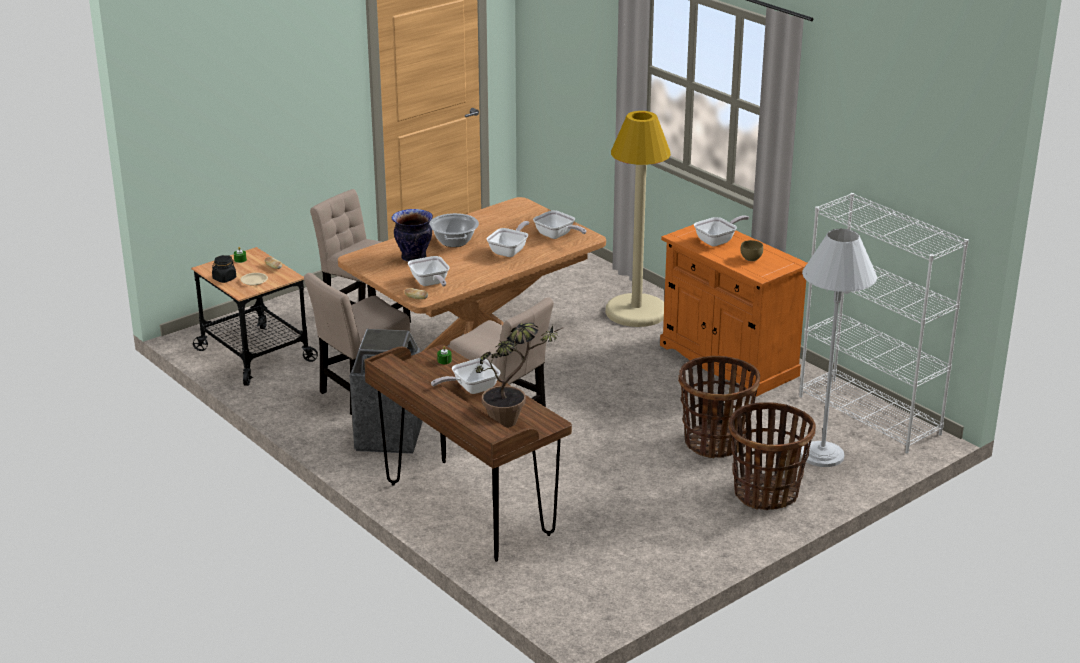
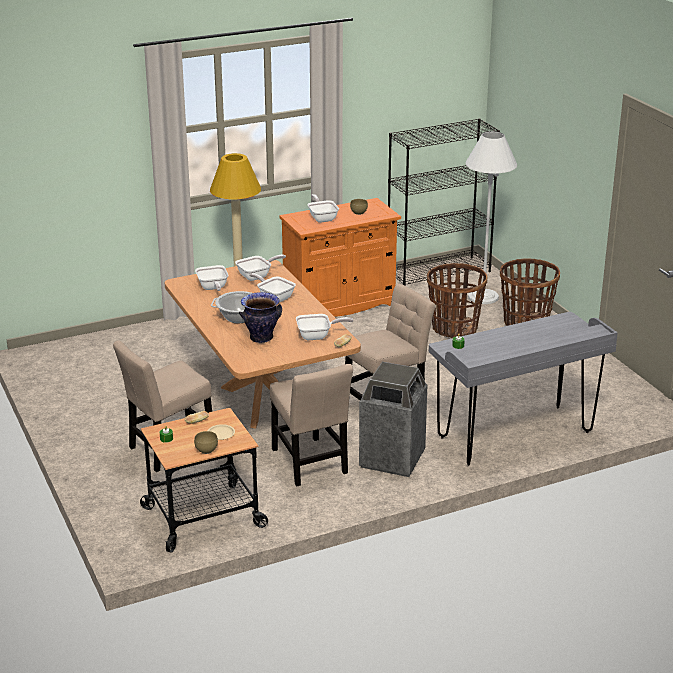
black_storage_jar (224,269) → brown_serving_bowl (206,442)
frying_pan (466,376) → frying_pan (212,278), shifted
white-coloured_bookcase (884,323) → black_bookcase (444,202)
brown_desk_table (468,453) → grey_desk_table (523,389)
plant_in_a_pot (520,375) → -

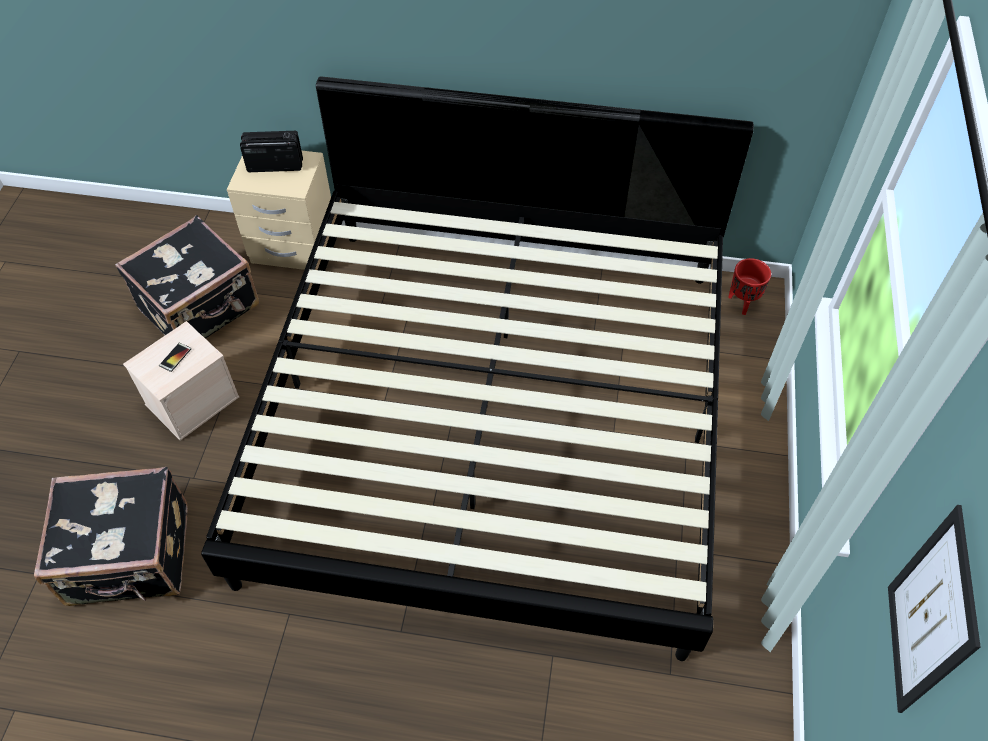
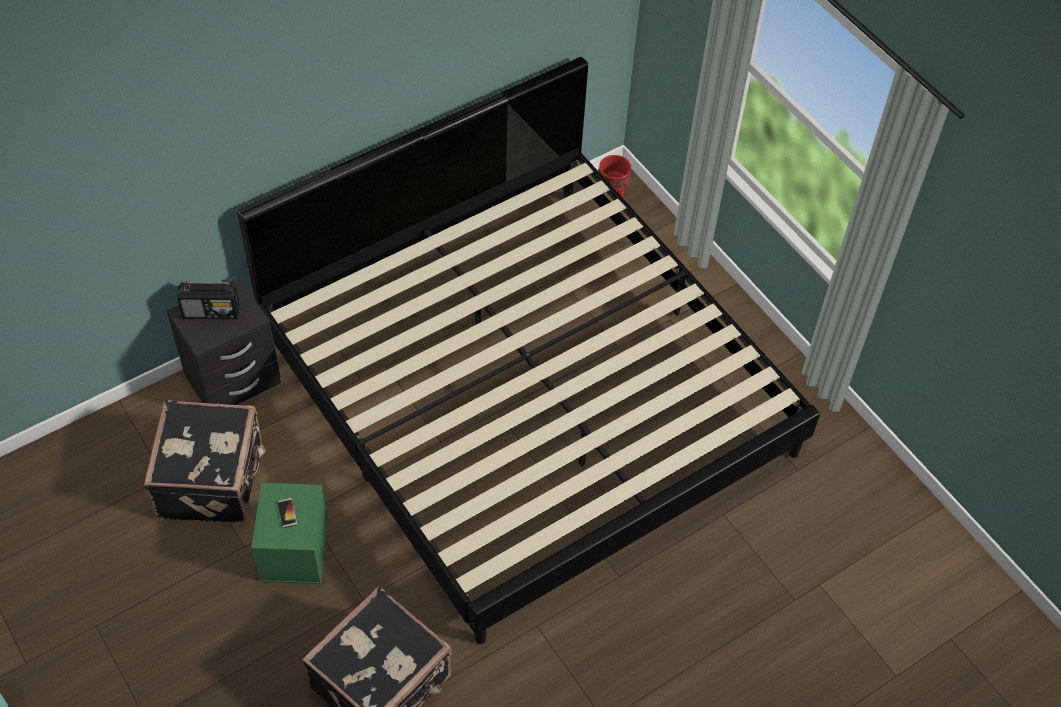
beige-coloured_bedside_table (279,210) → black_bedside_table (223,341)
radio_receiver (271,151) → radio_receiver (208,300), 135 degrees counterclockwise
beige-coloured_storage_bin (181,381) → green_storage_bin (289,533)
wall_picture (934,609) → -

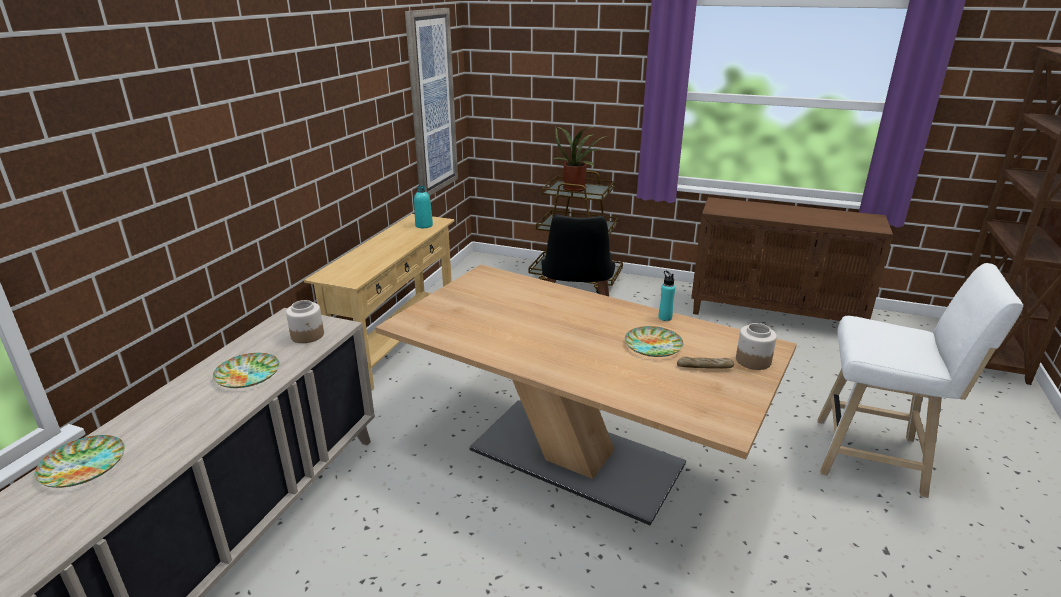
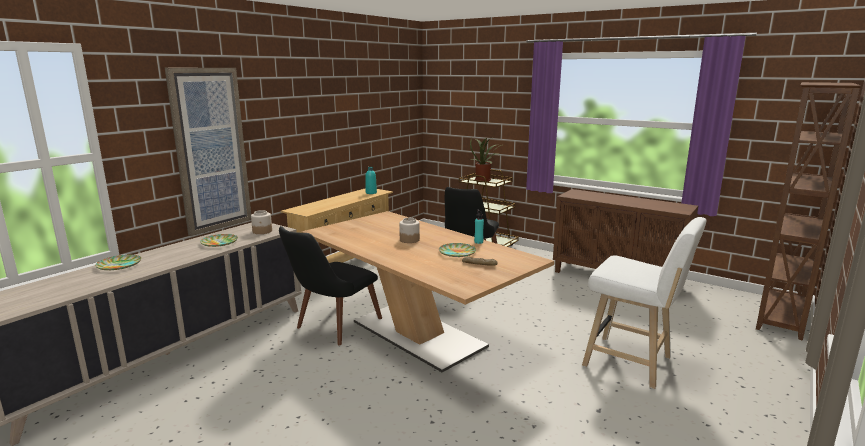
wall_picture (431,102) → wall_picture (208,152), shifted
- → black_upright_chair (330,286)
storage_jar (756,346) → storage_jar (409,230), shifted

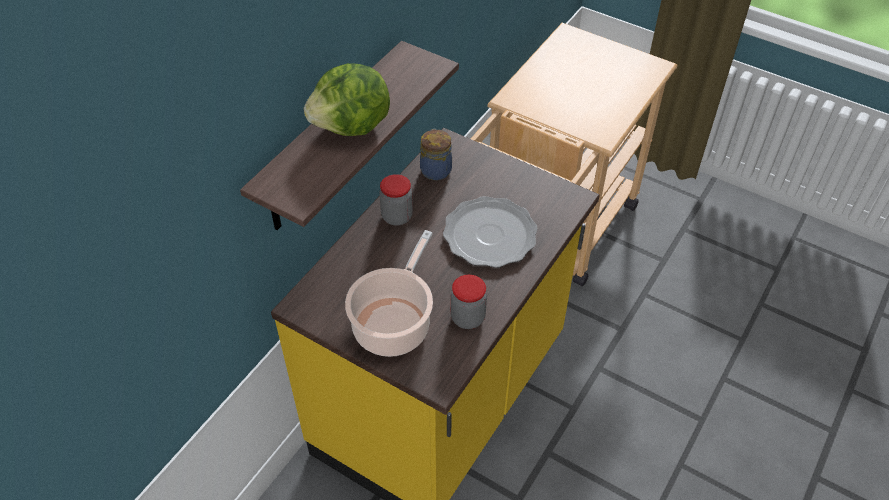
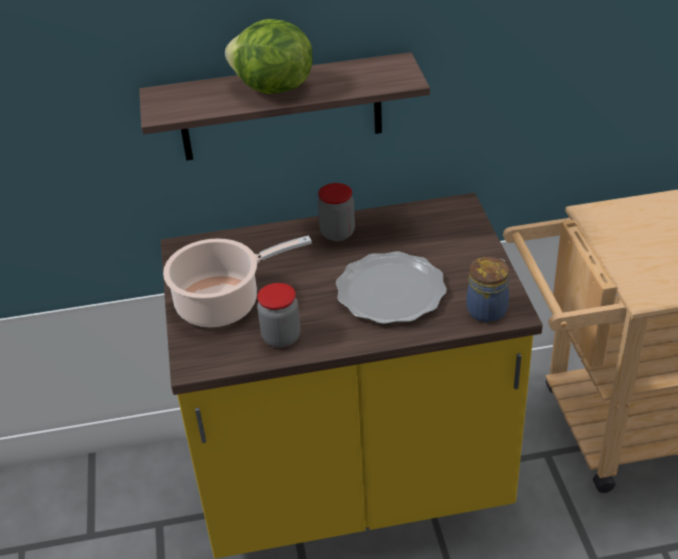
storage_jar (436,154) → storage_jar (487,290), shifted

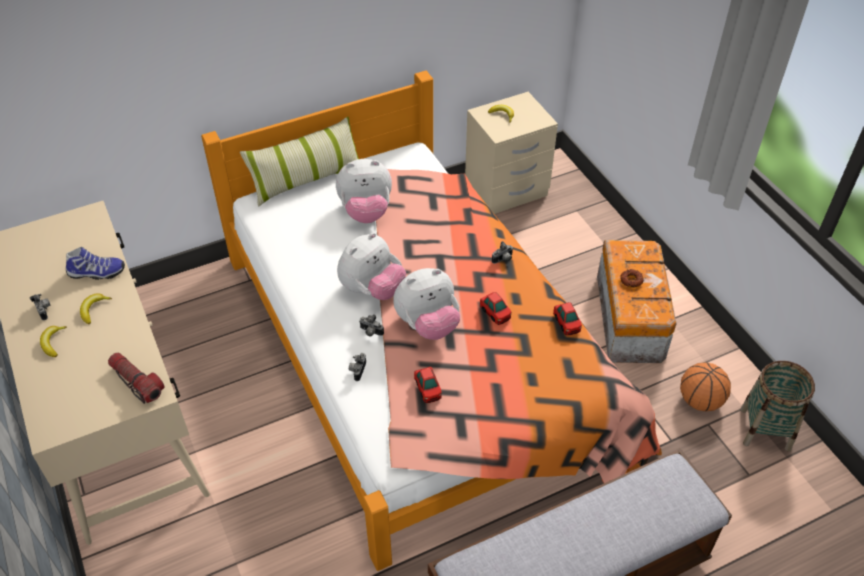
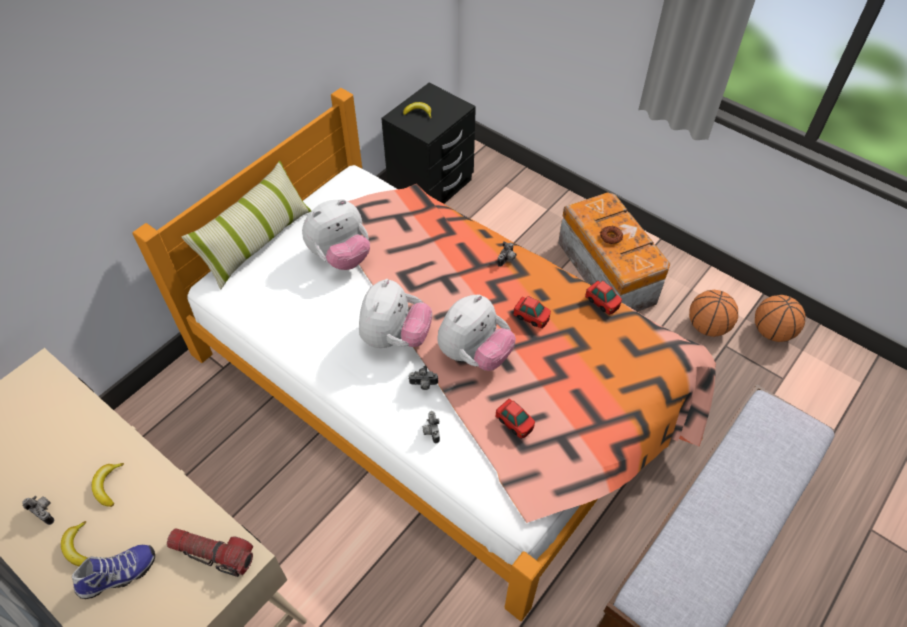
low_shoe (95,263) → low_shoe (113,572), shifted
beige-coloured_bedside_table (511,153) → black_bedside_table (428,143)
storage_basket (777,406) → basketball_ball (780,318)

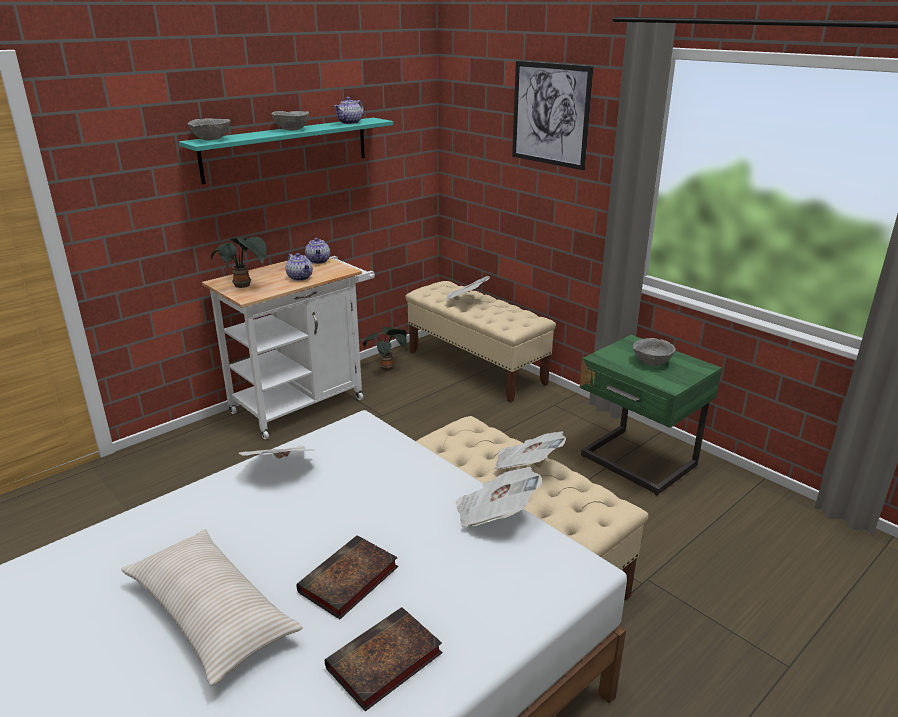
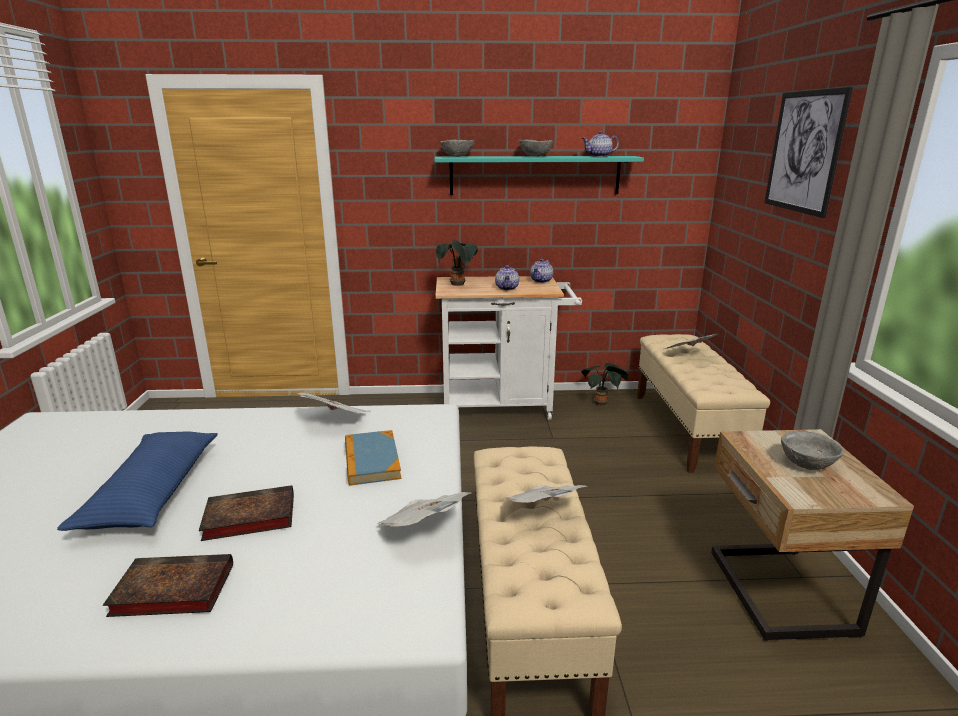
beige-coloured_throw_pillow (212,607) → blue-coloured_throw_pillow (137,481)
- → volume (373,458)
green_bedside_table (650,415) → beige-coloured_bedside_table (812,535)

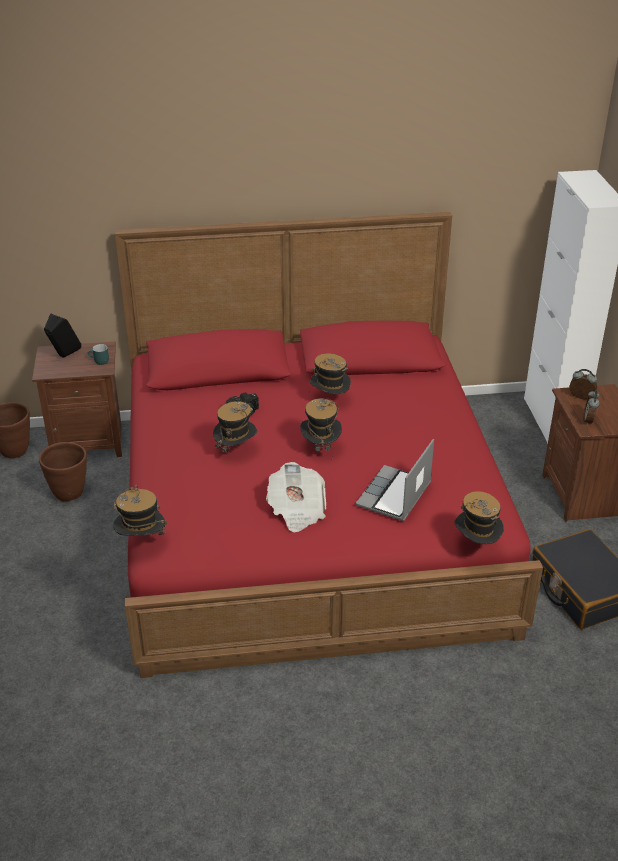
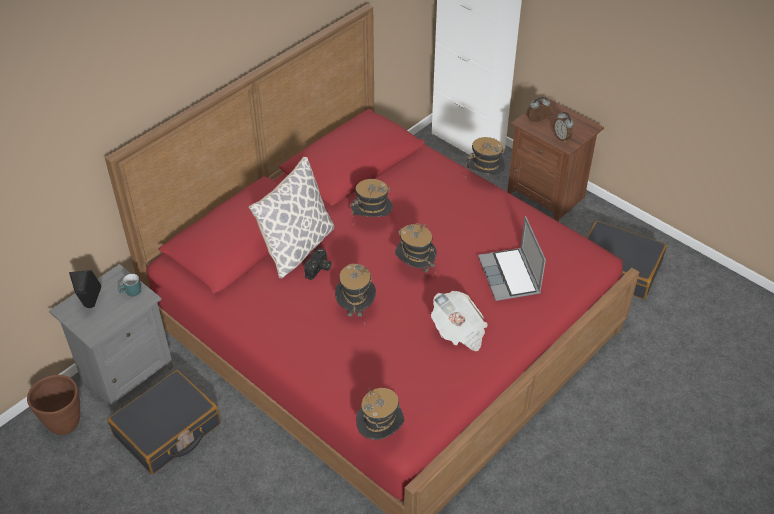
brown_bedside_table (77,399) → grey_bedside_table (111,338)
brown_flower_pot (63,471) → black_piece_of_luggage (164,422)
- → throw_pillow (291,217)
clothing_hat (479,517) → clothing_hat (485,157), shifted

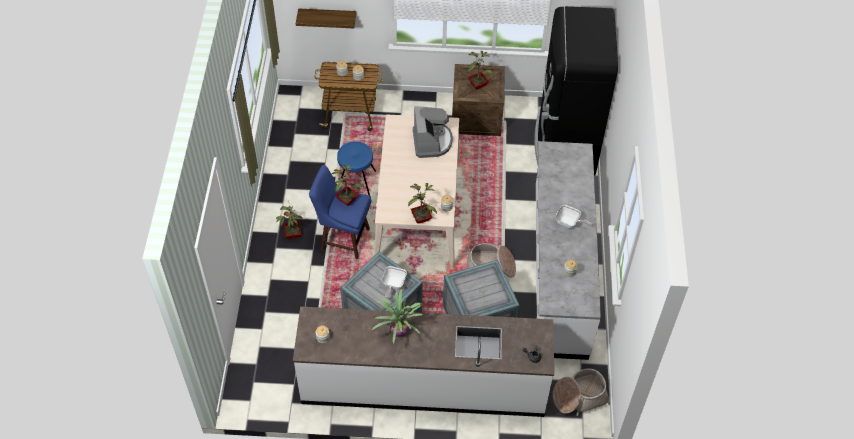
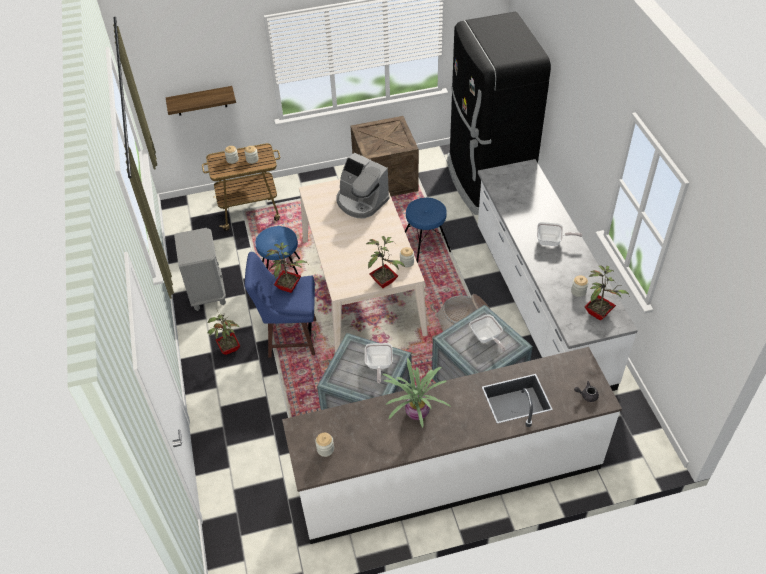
- → grey_bedside_table (200,269)
coffee_machine (433,132) → coffee_machine (363,185), 150 degrees clockwise
- → blue-coloured_stool_seat (428,230)
- → frying_pan (487,333)
plant_in_a_pot (480,70) → plant_in_a_pot (607,293), shifted
storage_basket (581,392) → -

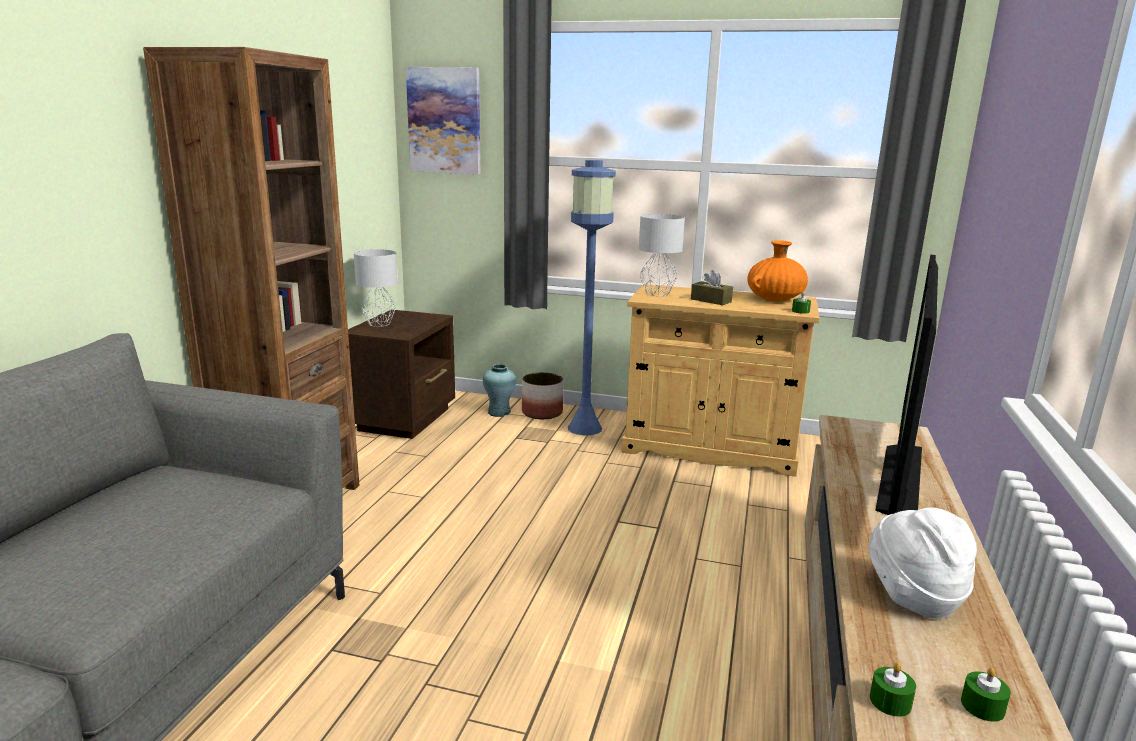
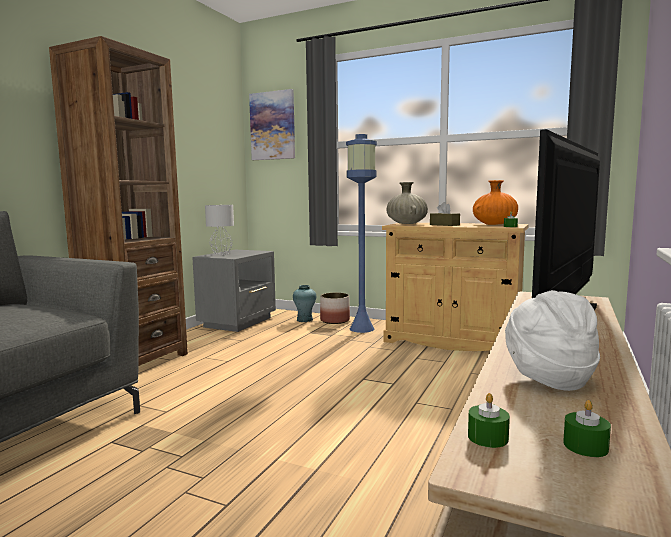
brown_bedside_table (401,374) → grey_bedside_table (234,291)
grey_lamp_for_a_table (662,255) → beige-coloured_decorative_vase (407,203)

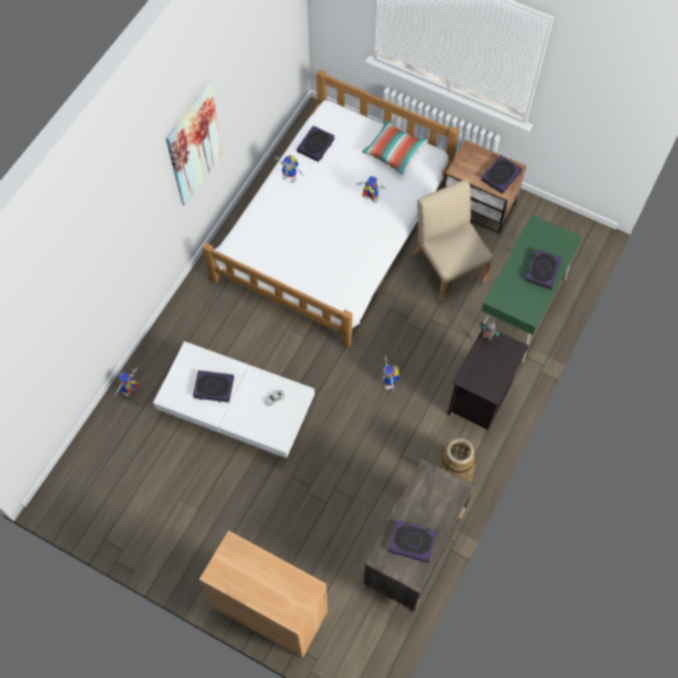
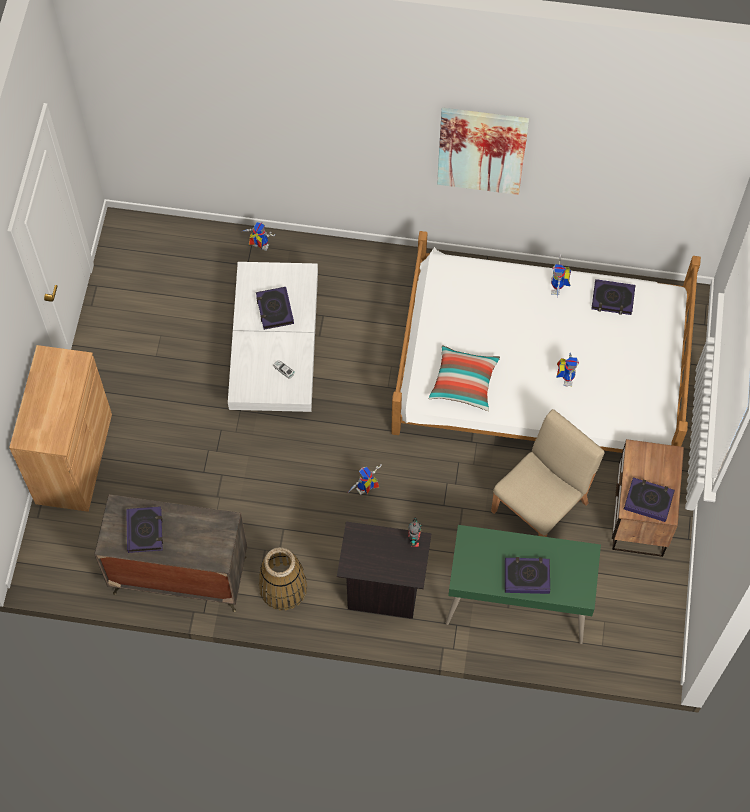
throw_pillow (395,147) → throw_pillow (464,378), shifted

